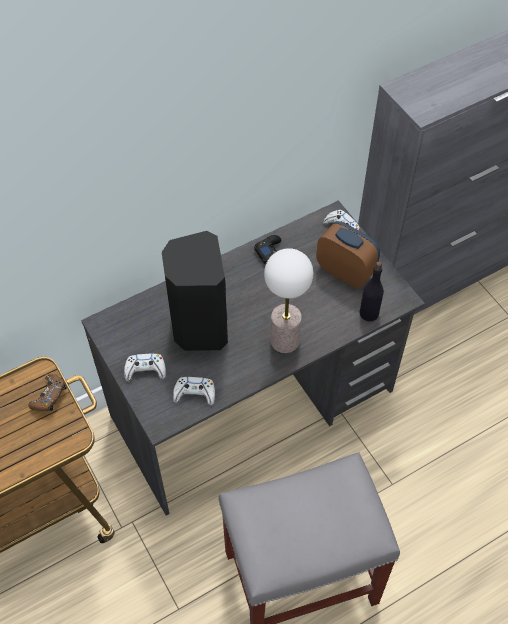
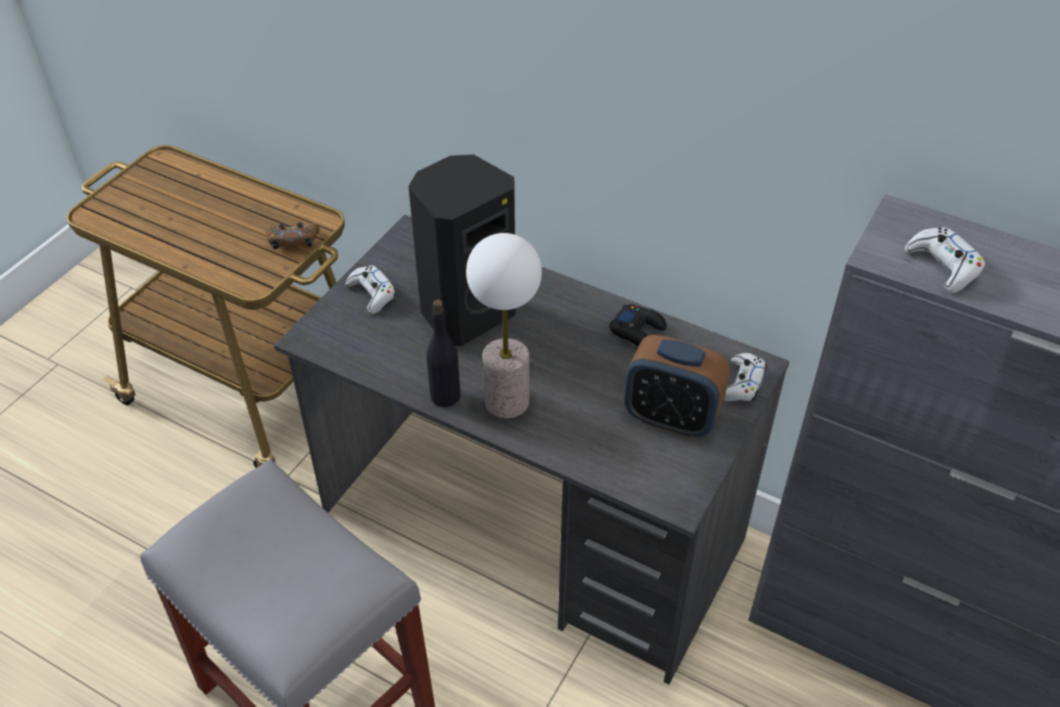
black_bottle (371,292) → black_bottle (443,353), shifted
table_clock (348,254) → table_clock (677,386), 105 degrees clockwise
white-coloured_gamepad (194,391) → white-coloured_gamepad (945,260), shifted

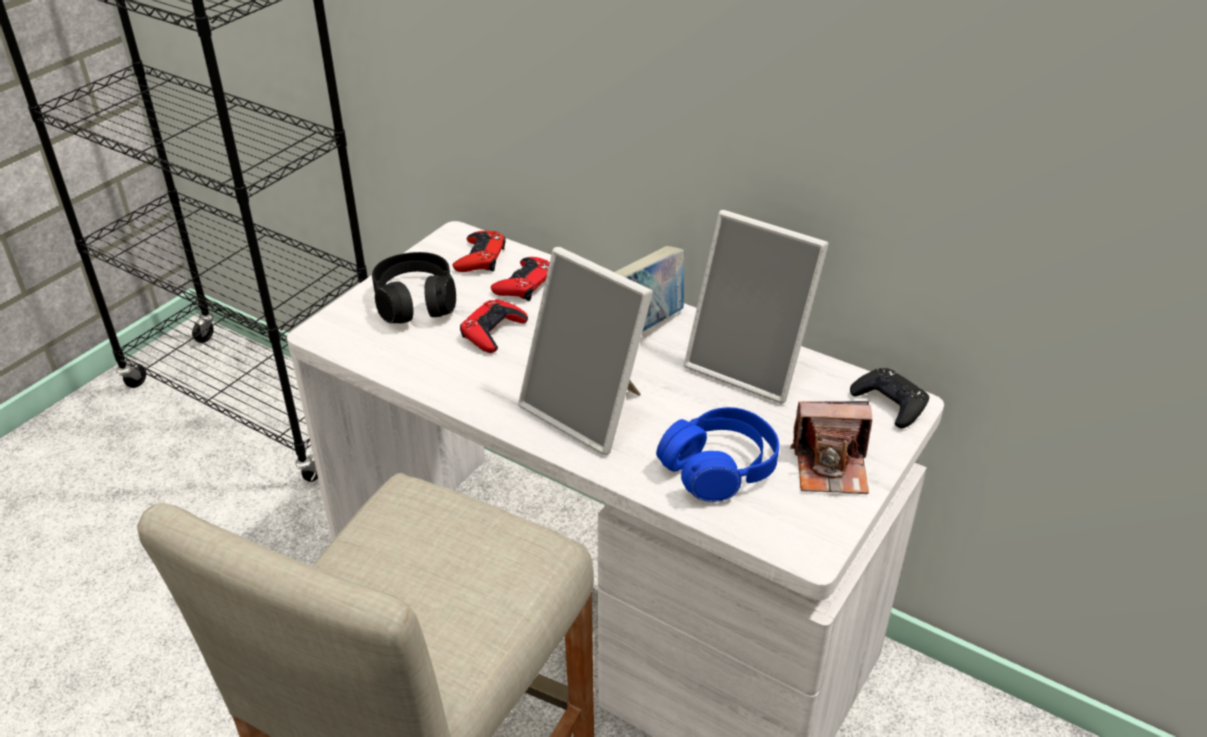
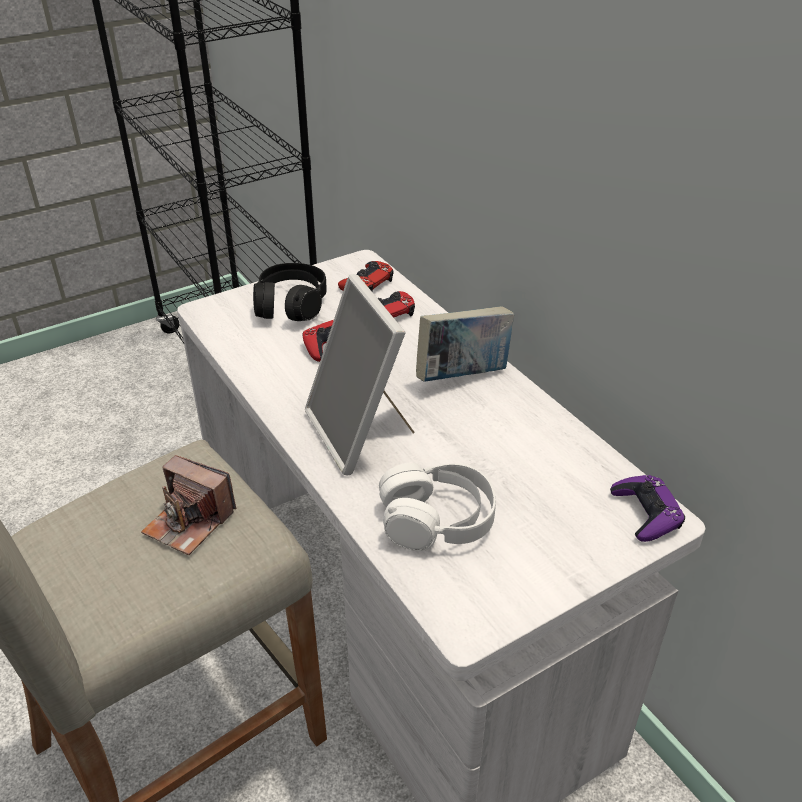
still_camera (831,447) → still_camera (188,505), shifted
blue-coloured_pair_of_headphones (717,454) → white-coloured_pair_of_headphones (437,507)
black_gamepad (889,398) → purple-coloured_gamepad (647,508)
photo_frame (756,307) → -

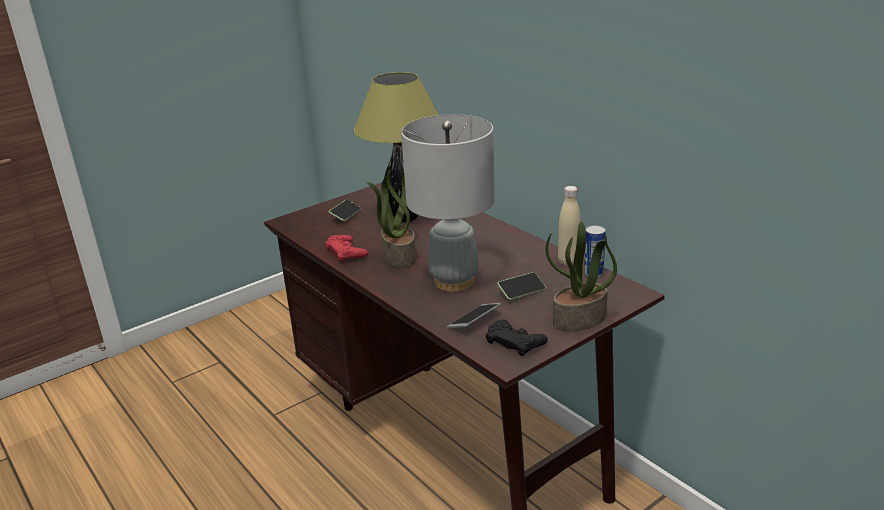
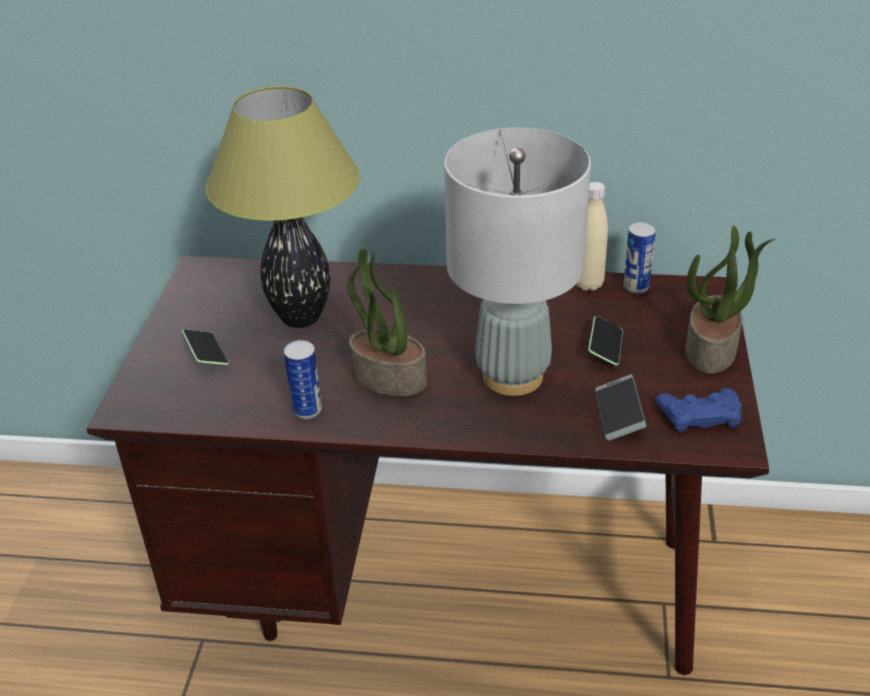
red-coloured_gamepad (346,248) → metal_can (303,379)
black_gamepad (516,338) → blue-coloured_gamepad (698,410)

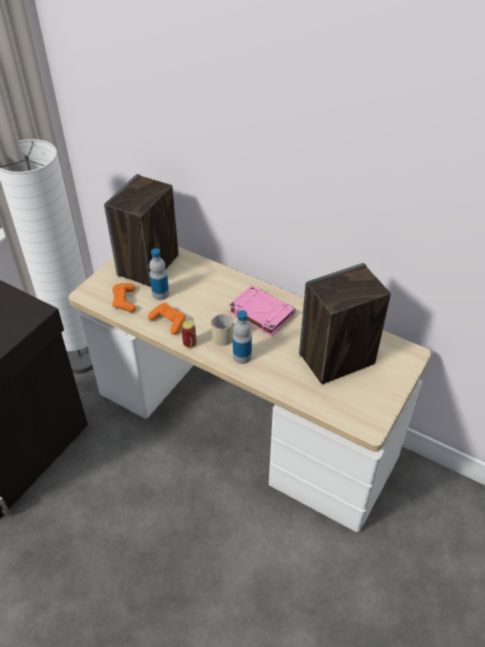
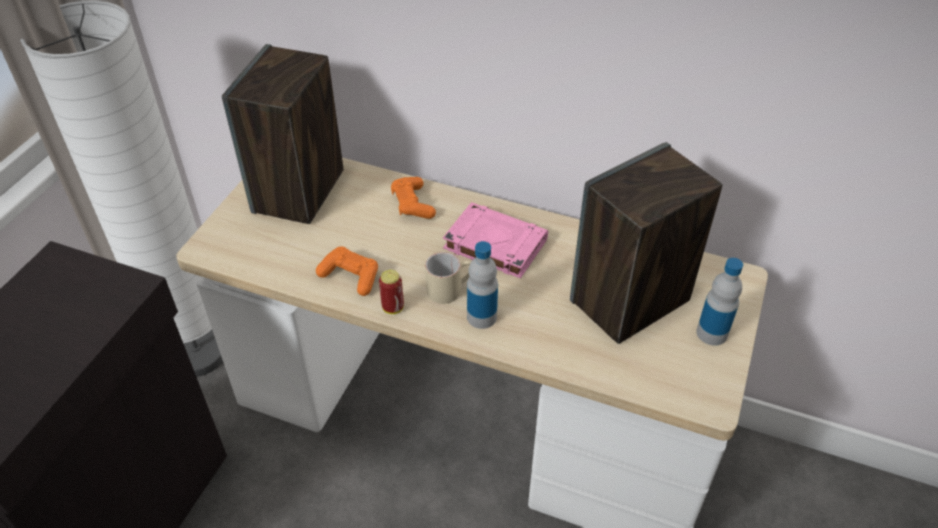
orange-coloured_gamepad (124,297) → orange-coloured_gamepad (413,198), shifted
bottle (159,274) → bottle (719,302), shifted

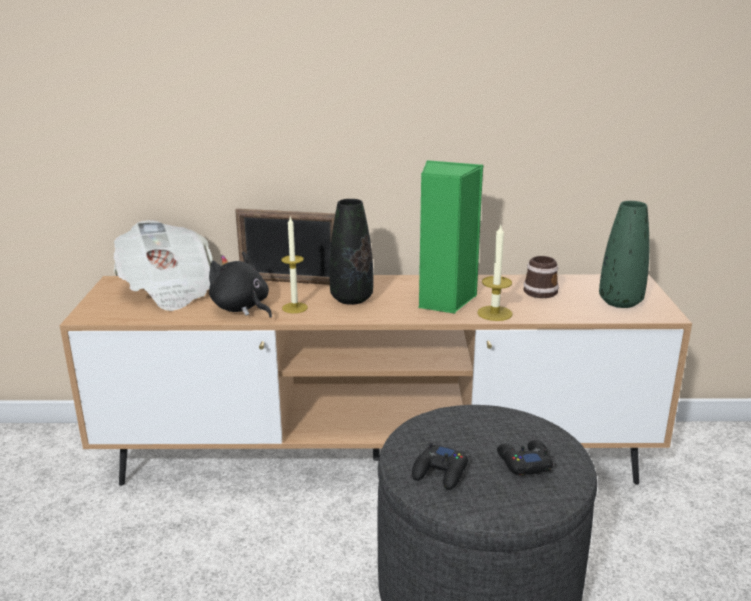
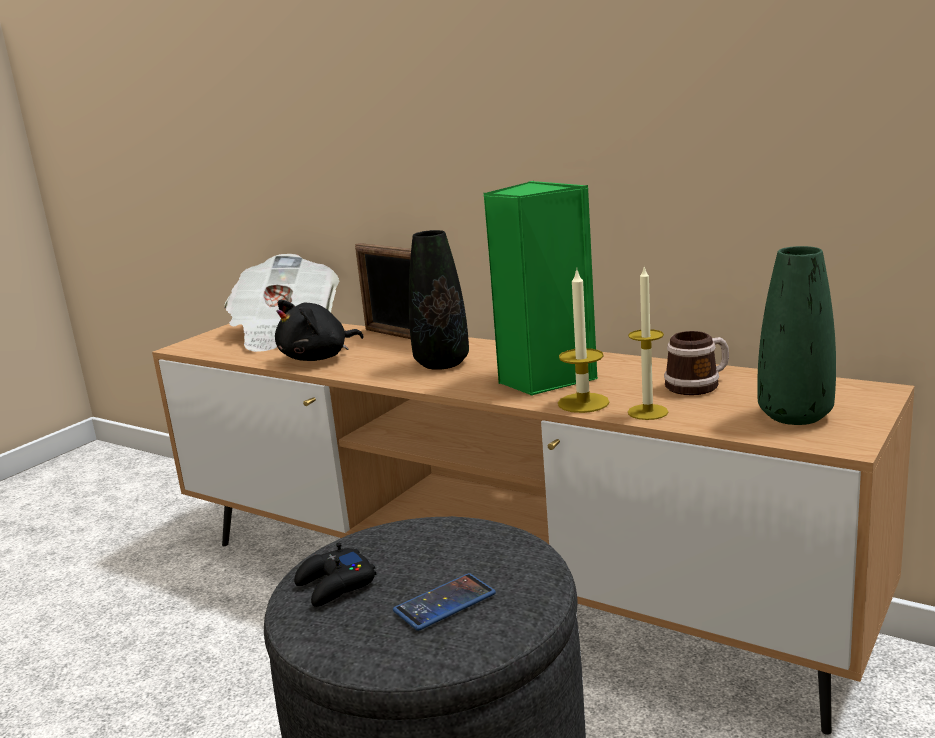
black_plush_toy (240,284) → black_plush_toy (319,330), 120 degrees counterclockwise
black_gamepad (525,457) → handset (444,602)
wax_candle (294,265) → wax_candle (648,342), shifted

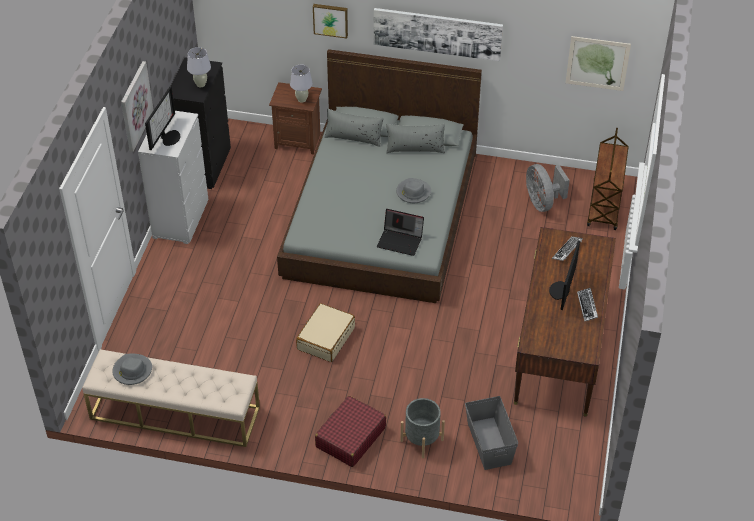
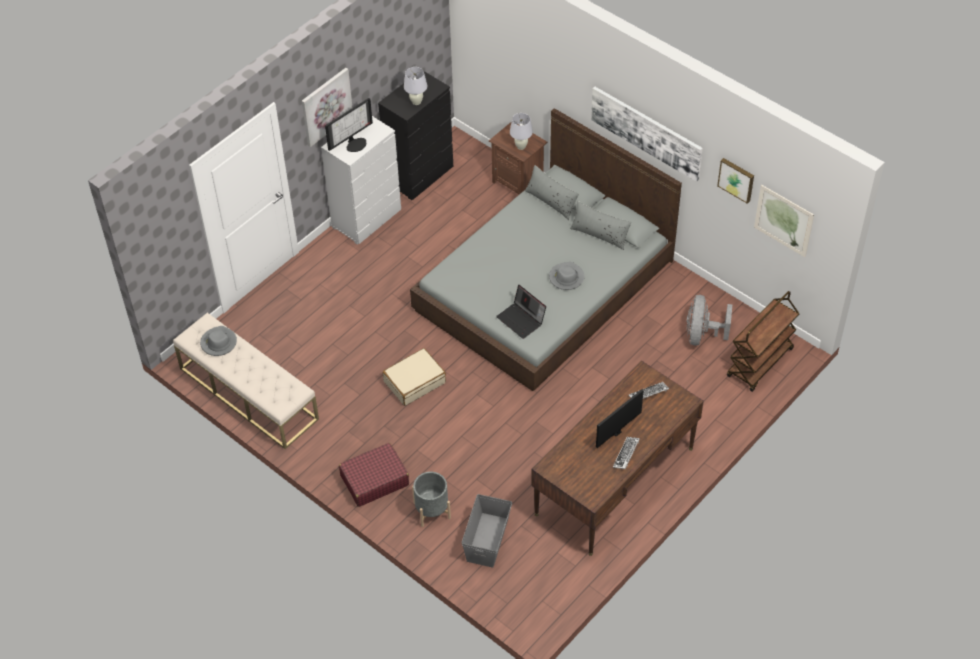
wall_picture (330,21) → wall_picture (735,181), shifted

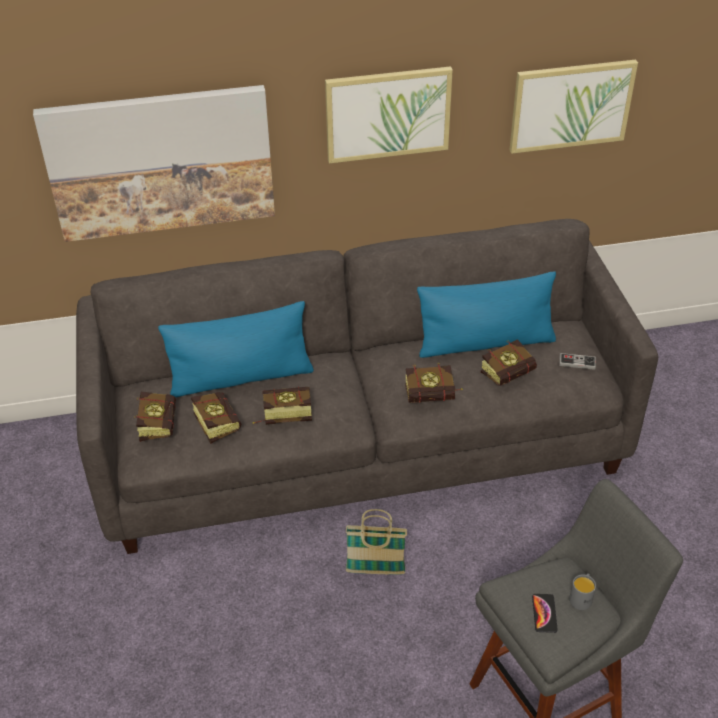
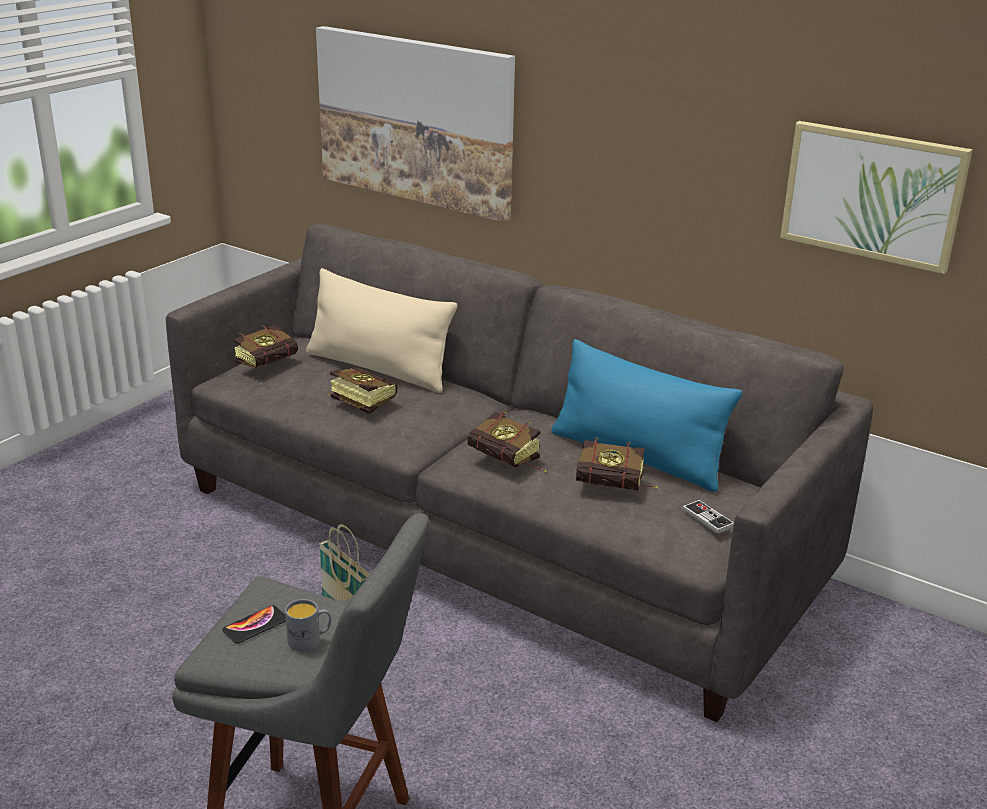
blue-coloured_throw_pillow (236,349) → beige-coloured_throw_pillow (381,330)
volume (216,418) → -
wall_picture (389,115) → -

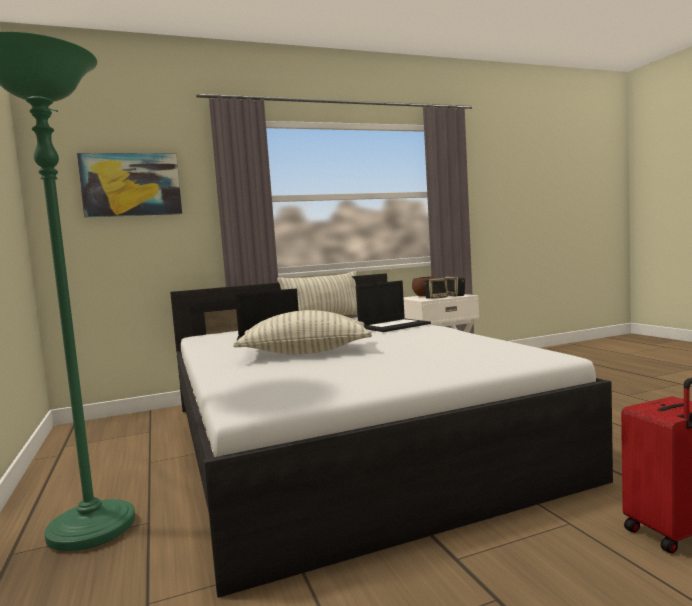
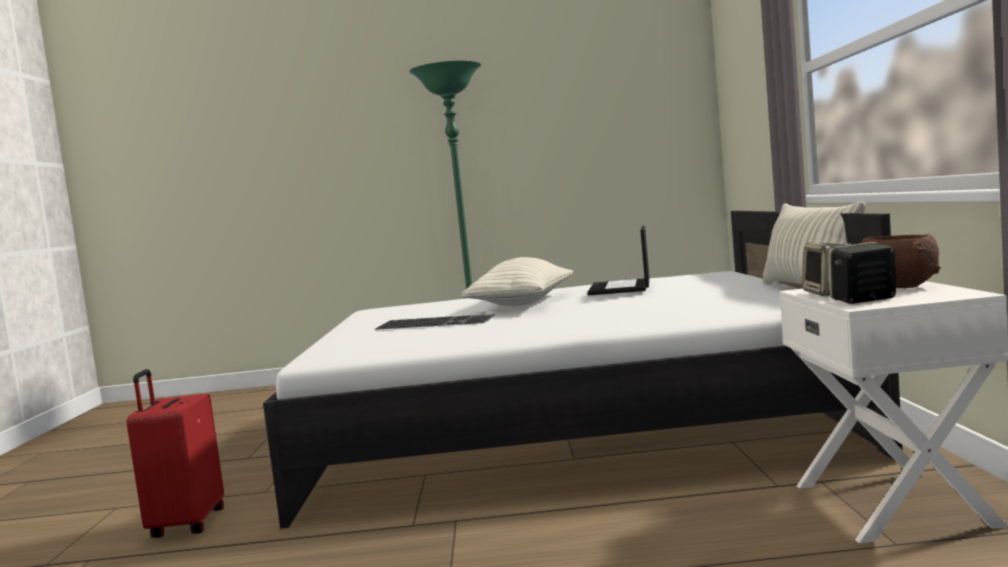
- → PC_keyboard (435,322)
wall_picture (129,185) → -
notebook_computer (393,306) → -

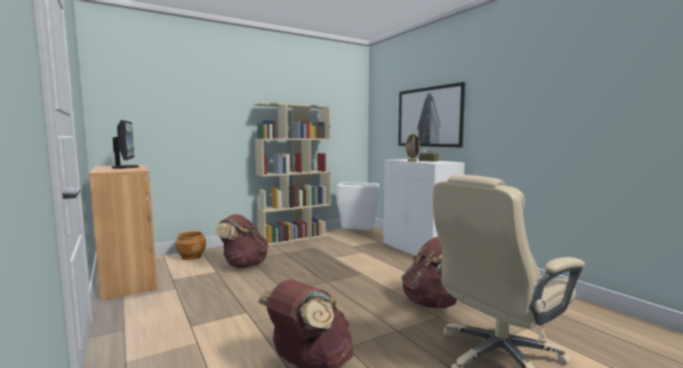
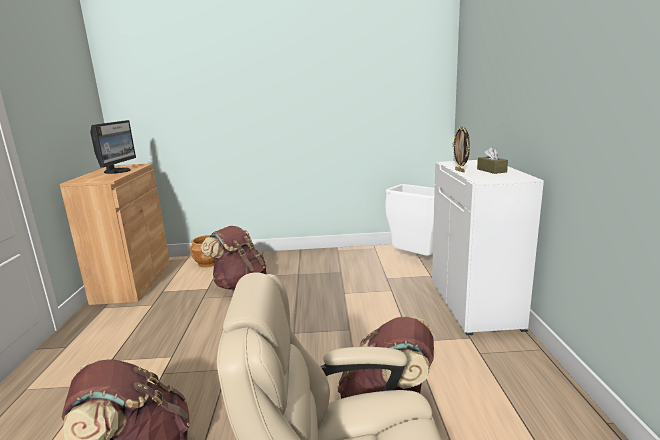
beige-coloured_bookcase (292,174) → -
wall_picture (431,114) → -

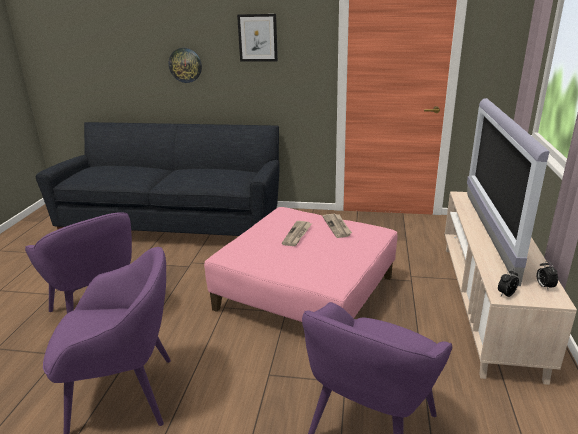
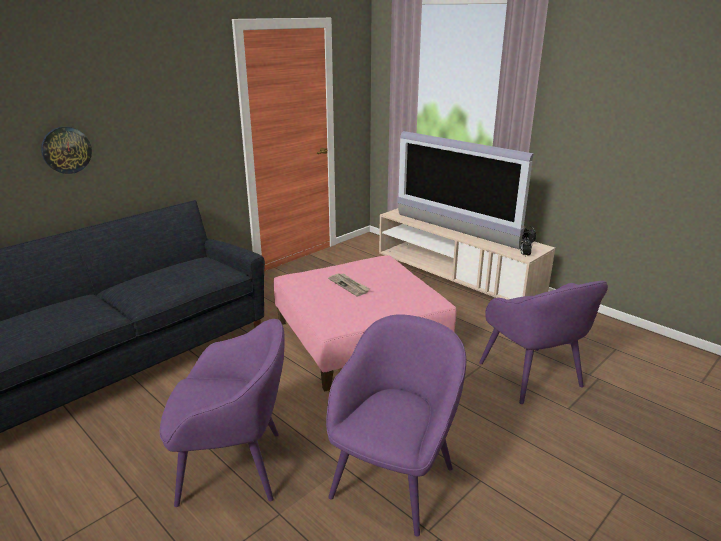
wall_picture (257,38) → -
printed_paper (337,226) → -

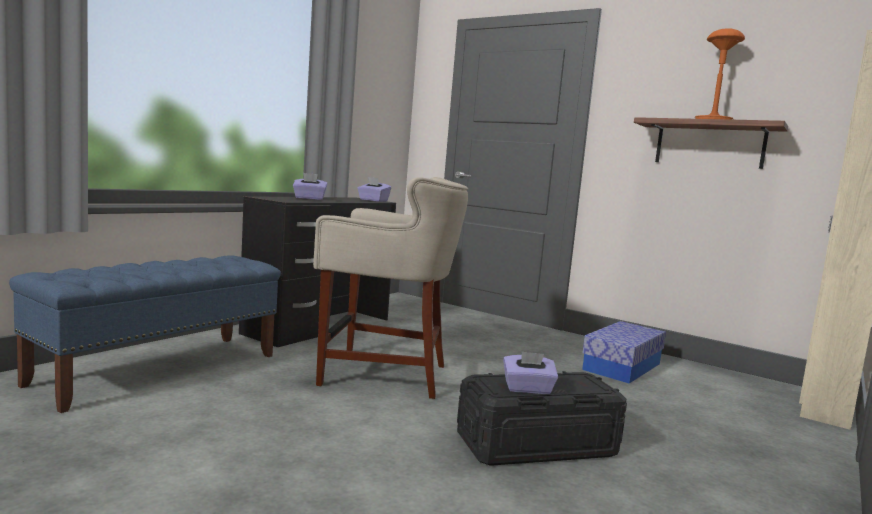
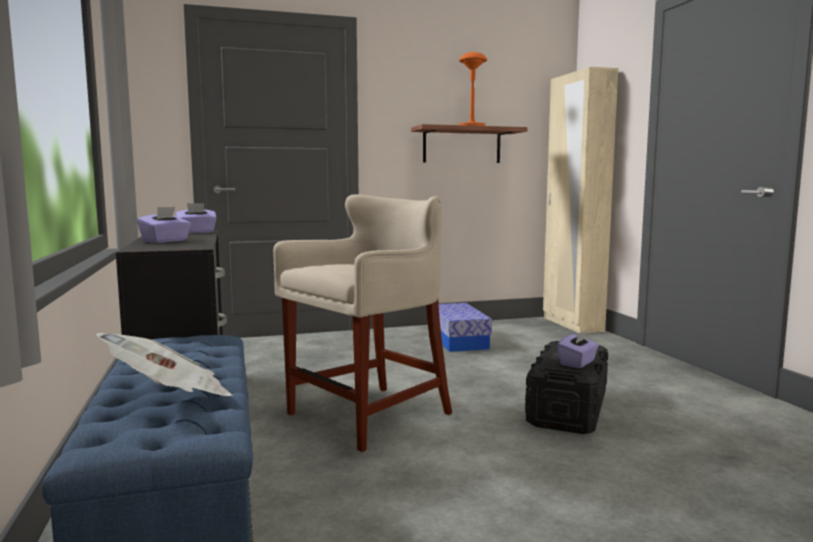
- → printed_paper (164,364)

